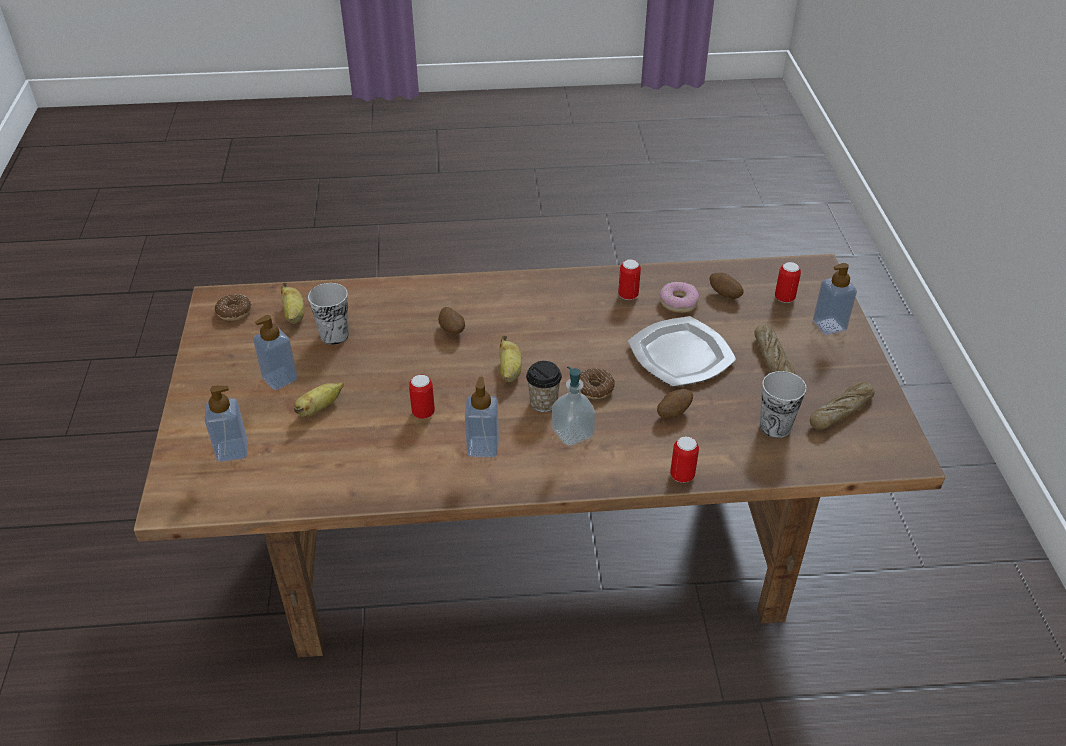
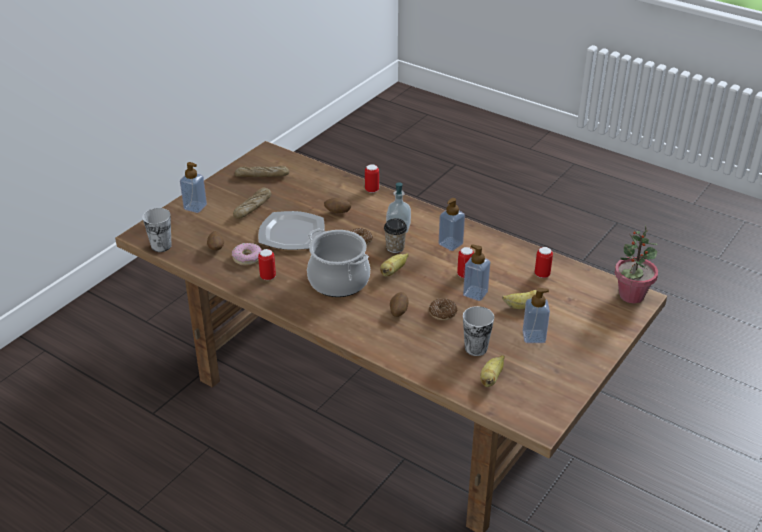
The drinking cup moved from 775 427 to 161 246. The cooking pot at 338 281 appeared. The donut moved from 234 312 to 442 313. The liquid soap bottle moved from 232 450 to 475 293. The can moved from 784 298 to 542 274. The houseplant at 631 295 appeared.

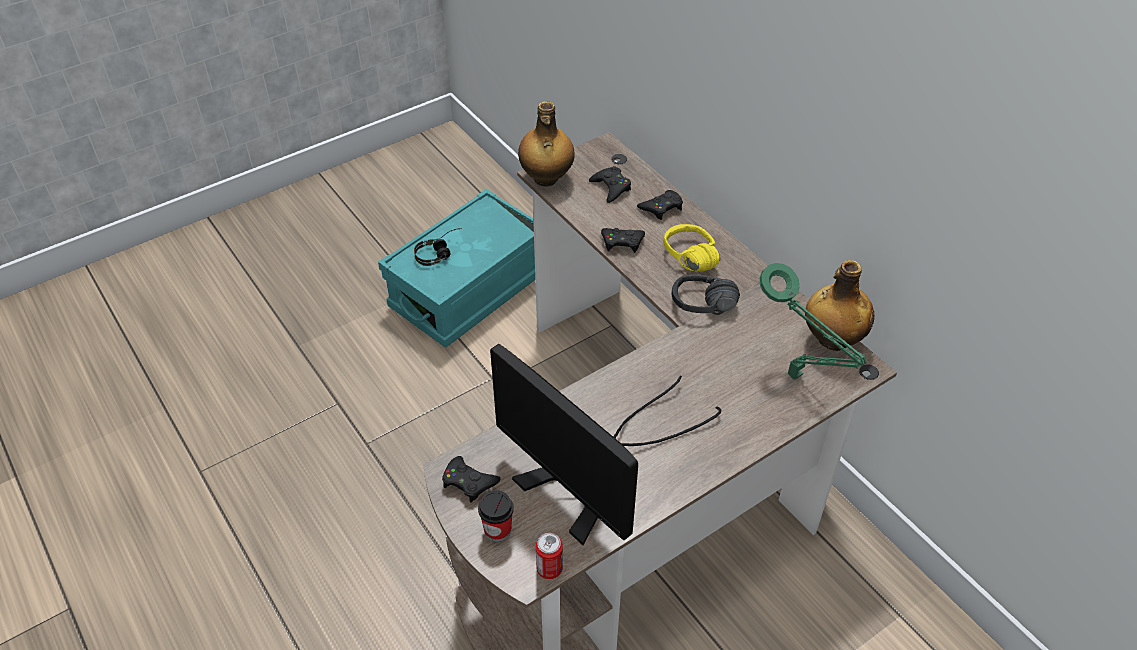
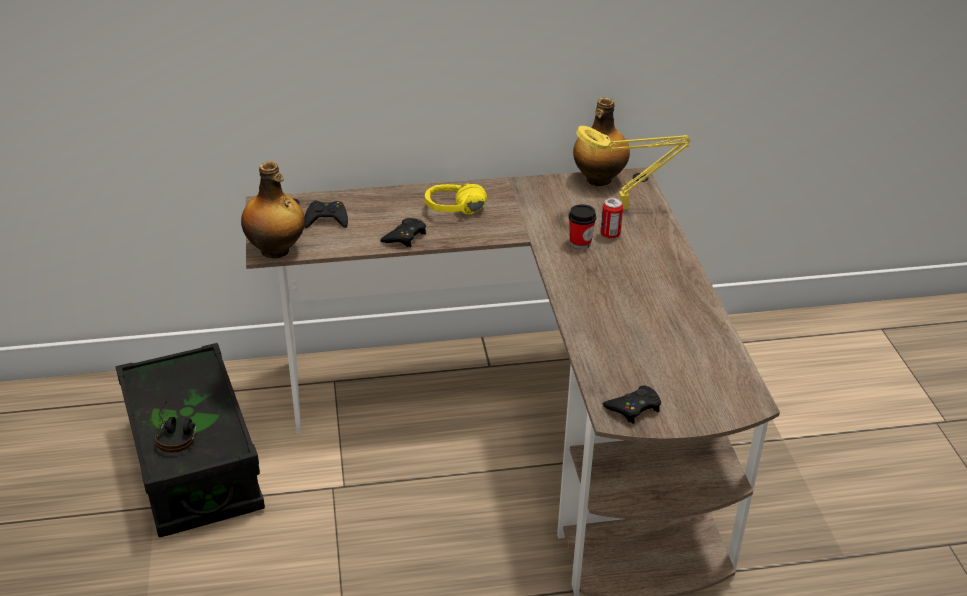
The turquoise storage container at 469 290 became the blackish storage container at 194 465. The drinking cup moved from 497 530 to 580 243. The green tabletop lamp at 798 378 became the yellowish tabletop lamp at 626 207. The can moved from 549 569 to 610 234. The monitor at 594 476 disappeared. The blackish gamepad at 661 207 disappeared. The blackish pair of headphones at 704 311 disappeared.

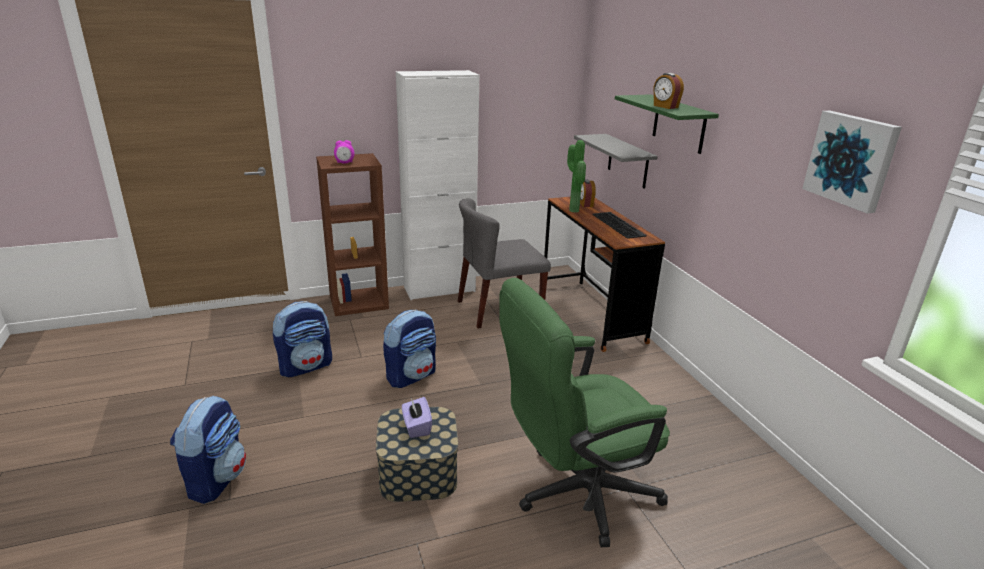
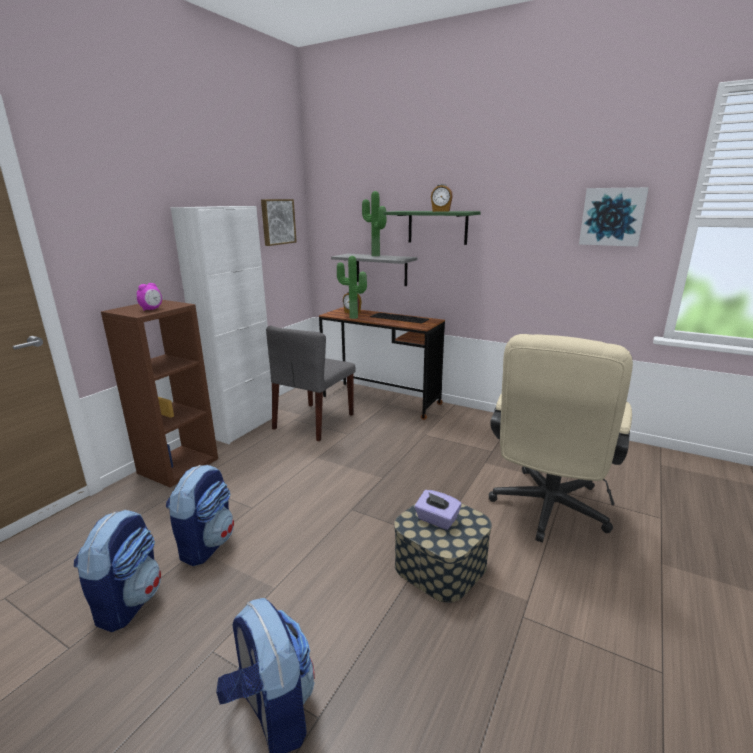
The rucksack moved from 411 375 to 129 601. The picture at 277 222 appeared. The houseplant at 374 256 appeared. The green office chair at 575 494 became the sand-coloured office chair at 546 512.

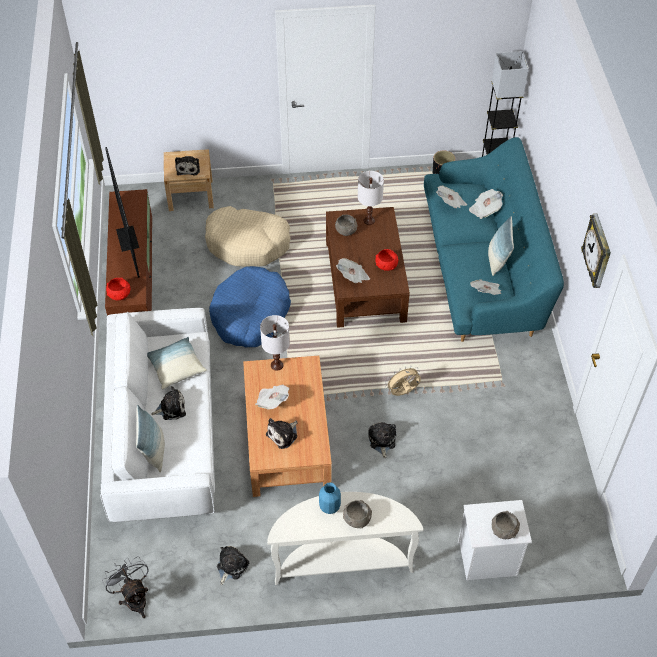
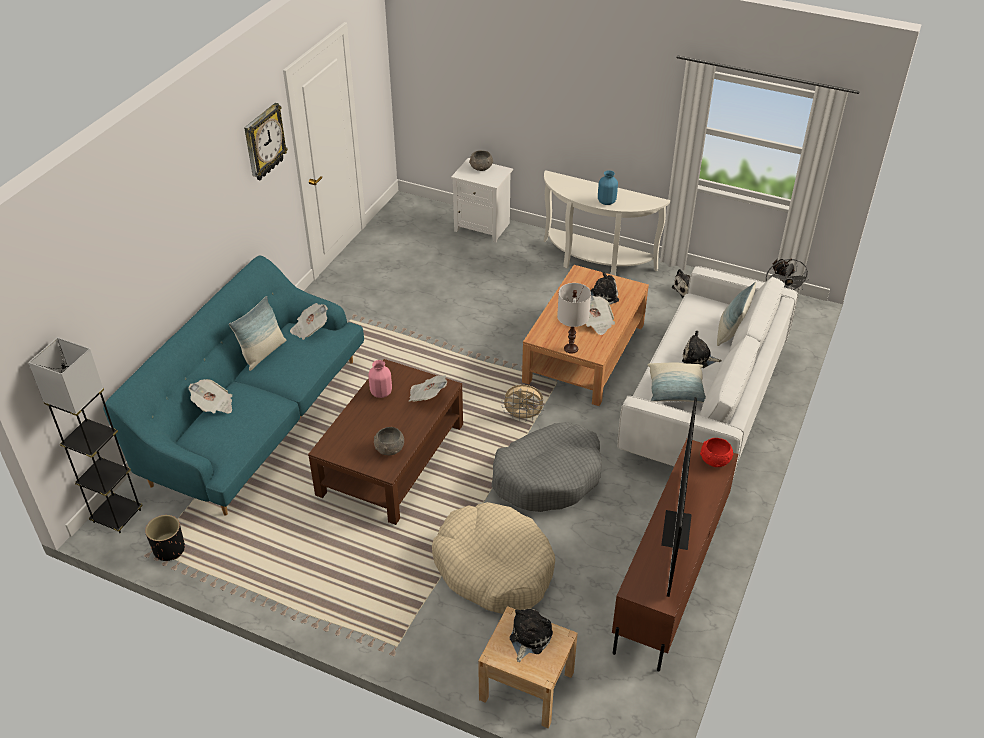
The reddish serving bowl at 386 265 was replaced by the pink-coloured decorative vase at 381 393. The blue dog cushion at 250 315 became the greyish dog cushion at 548 476. The sand-coloured fan moved from 403 392 to 523 416. The greyish serving bowl at 357 518 disappeared. The whitish tabletop lamp at 369 220 disappeared. The soft toy at 382 441 disappeared. The printed paper at 451 203 disappeared.

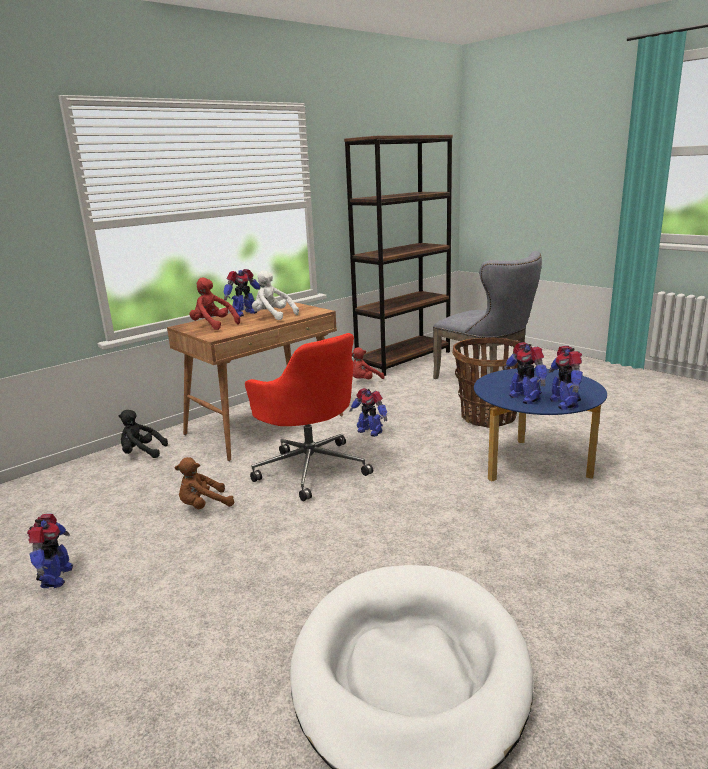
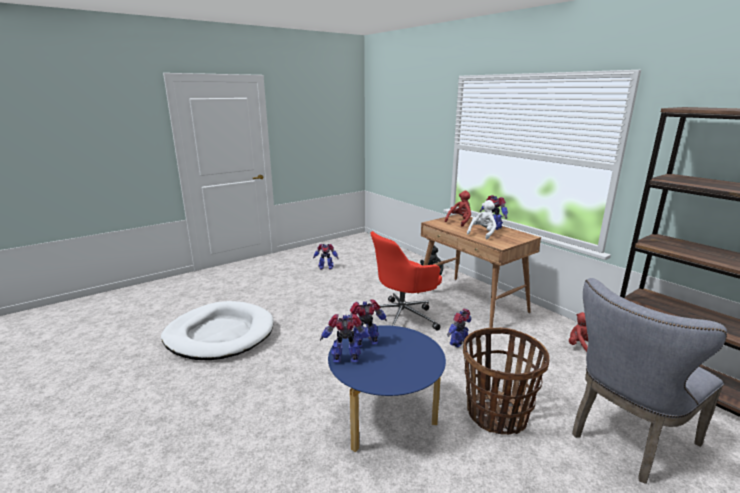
The brownish soft toy at 204 506 disappeared.

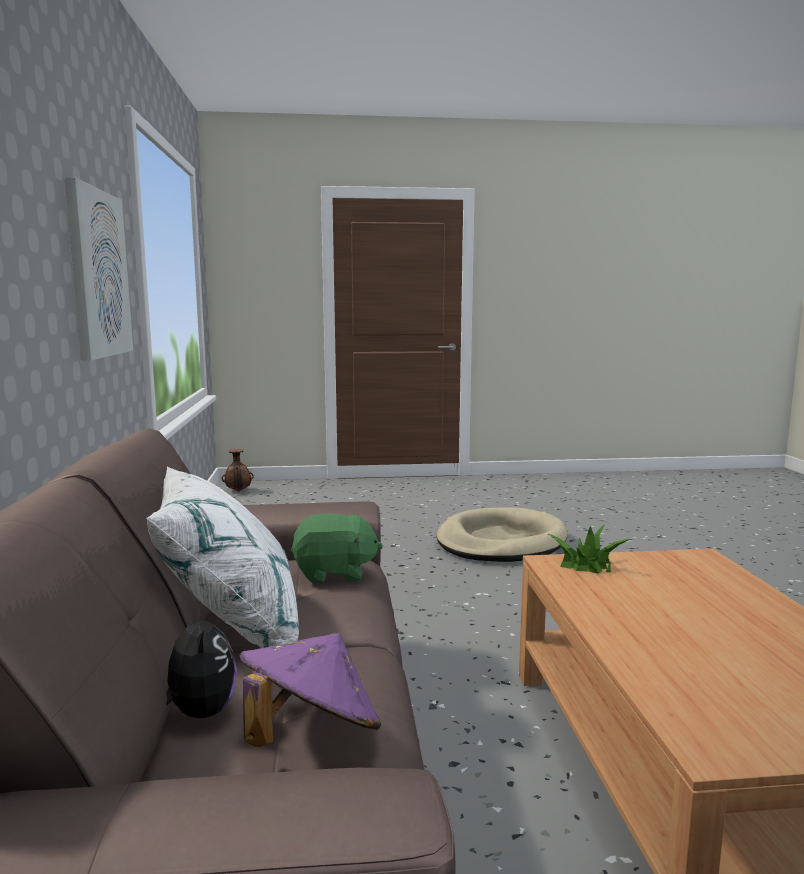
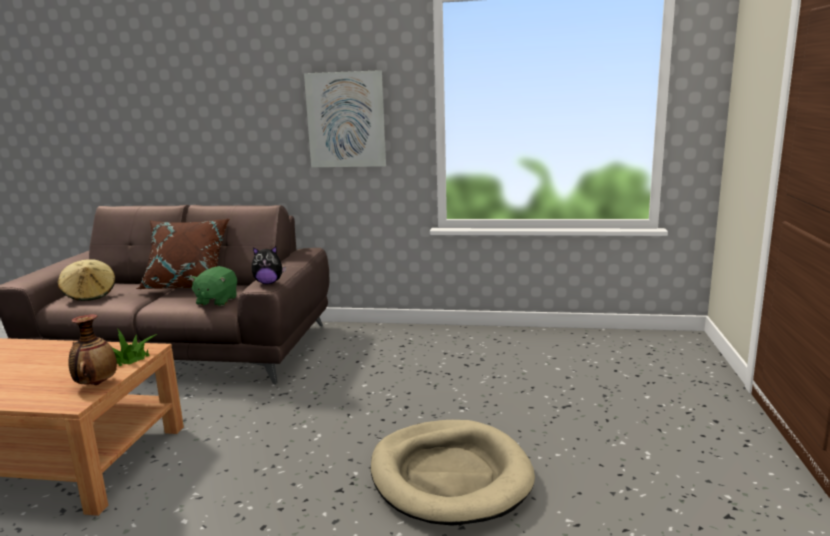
The purple clothing hat at 310 734 became the sand-coloured clothing hat at 90 295. The decorative vase moved from 238 491 to 96 384. The whitish throw pillow at 230 623 became the brownish throw pillow at 188 285. The soft toy moved from 199 713 to 268 283.

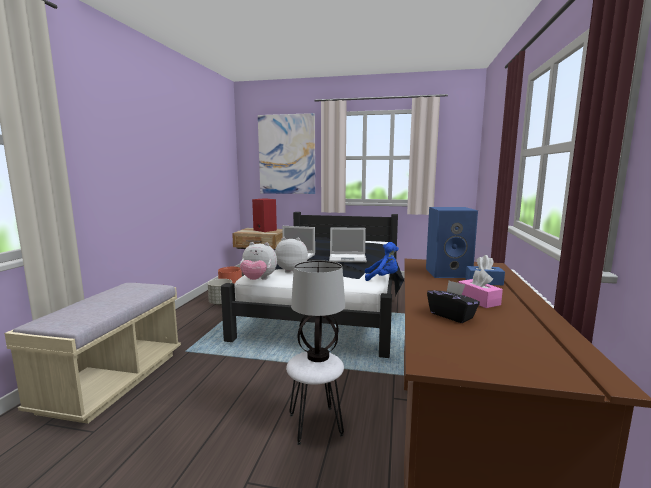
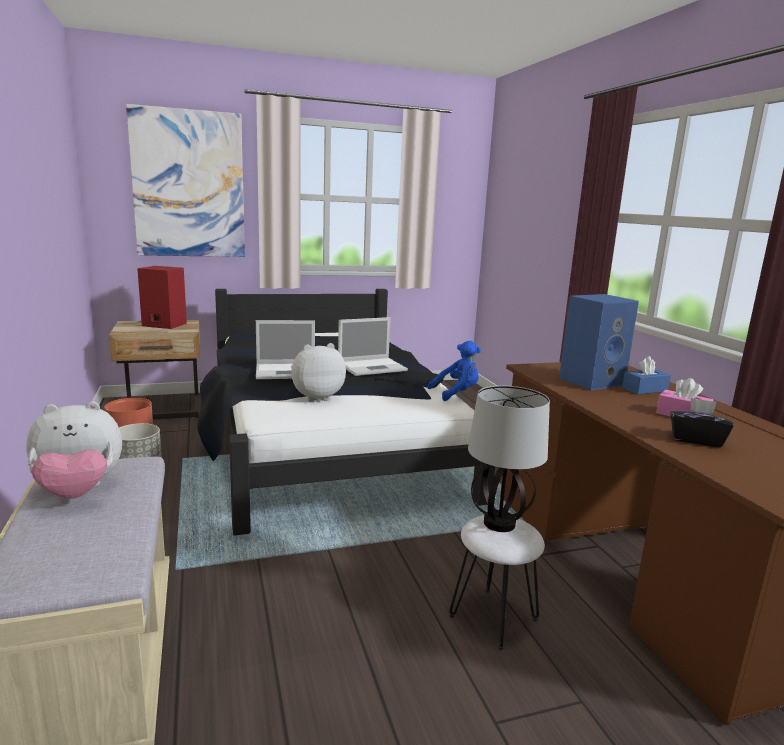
The soft toy moved from 258 280 to 78 492.

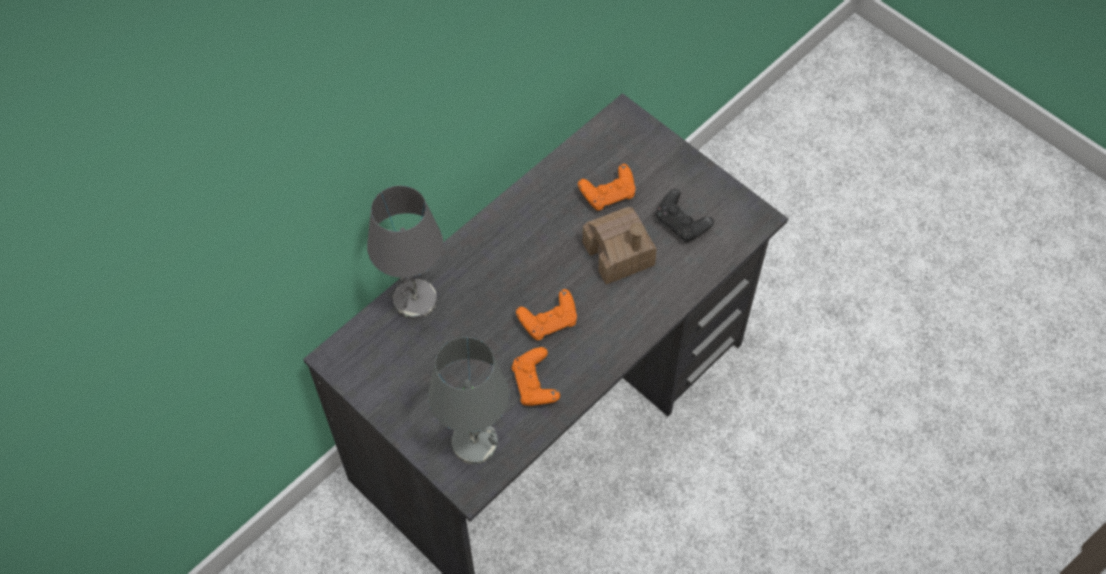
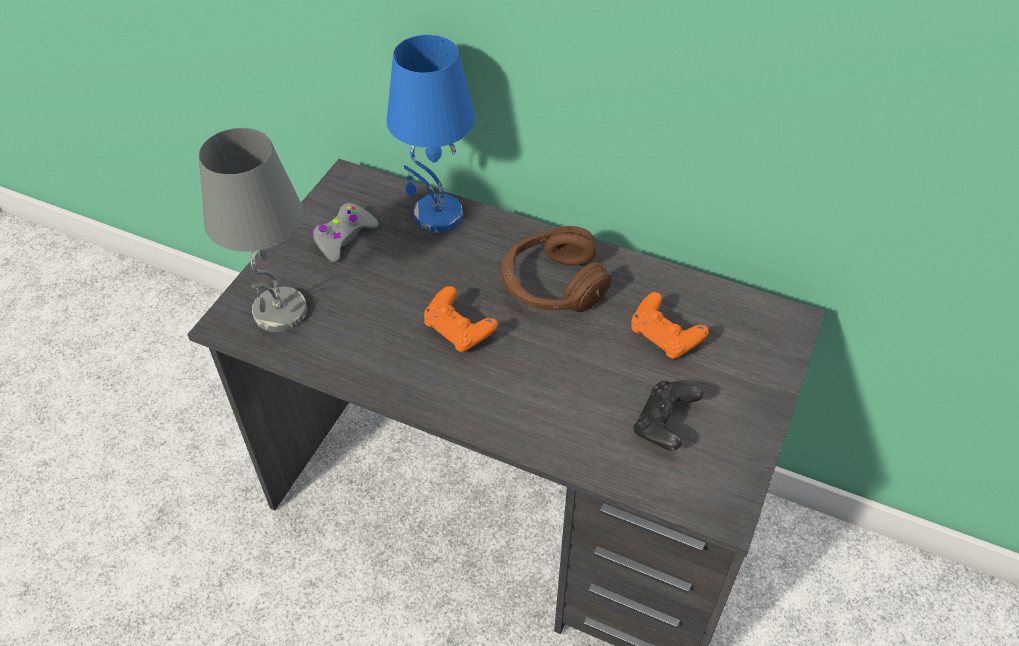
The greyish gamepad at 344 238 appeared. The greyish tabletop lamp at 415 302 became the blue tabletop lamp at 436 216. The brownish pair of headphones at 552 285 appeared. The orange gamepad at 535 385 disappeared. The miniature house at 618 254 disappeared.

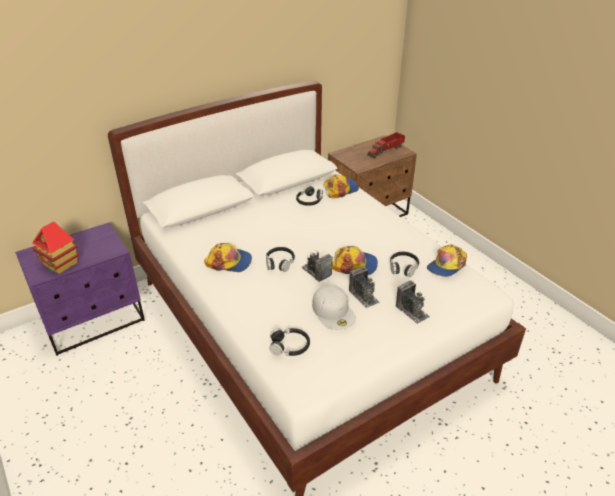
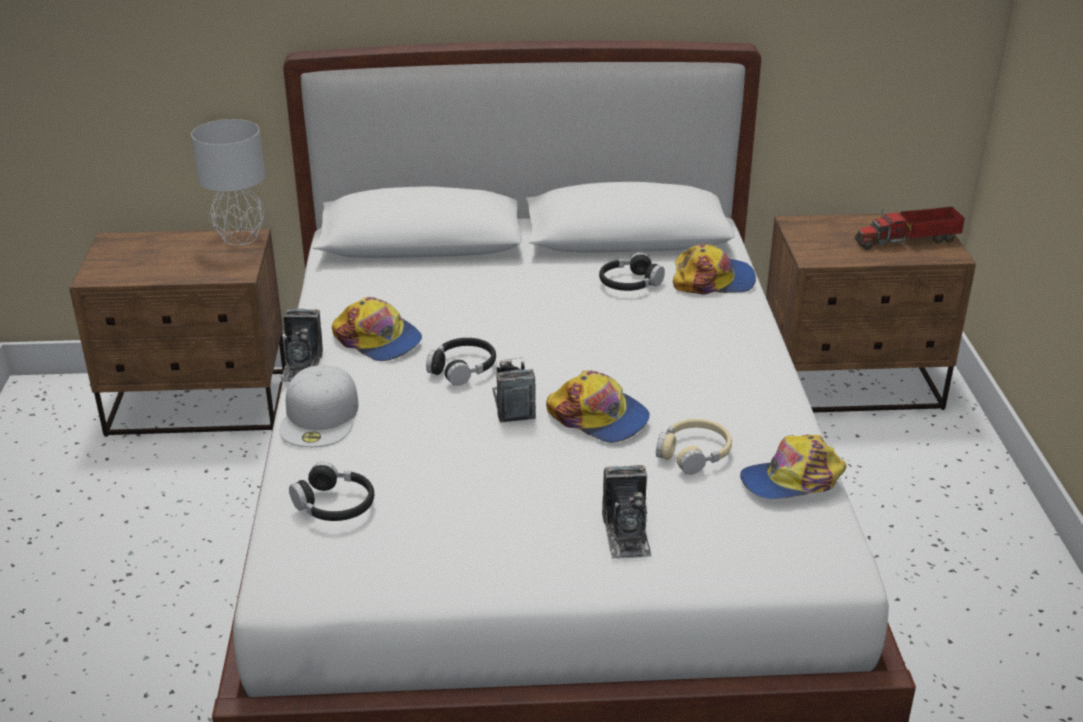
The purple night table at 94 321 became the brownish night table at 199 405. The greyish tabletop lamp at 240 237 appeared. The still camera moved from 363 296 to 302 366. The whitish cap moved from 333 311 to 321 417. The blackish pair of headphones at 403 267 became the sand-coloured pair of headphones at 694 453. The miniature house at 61 264 disappeared.

